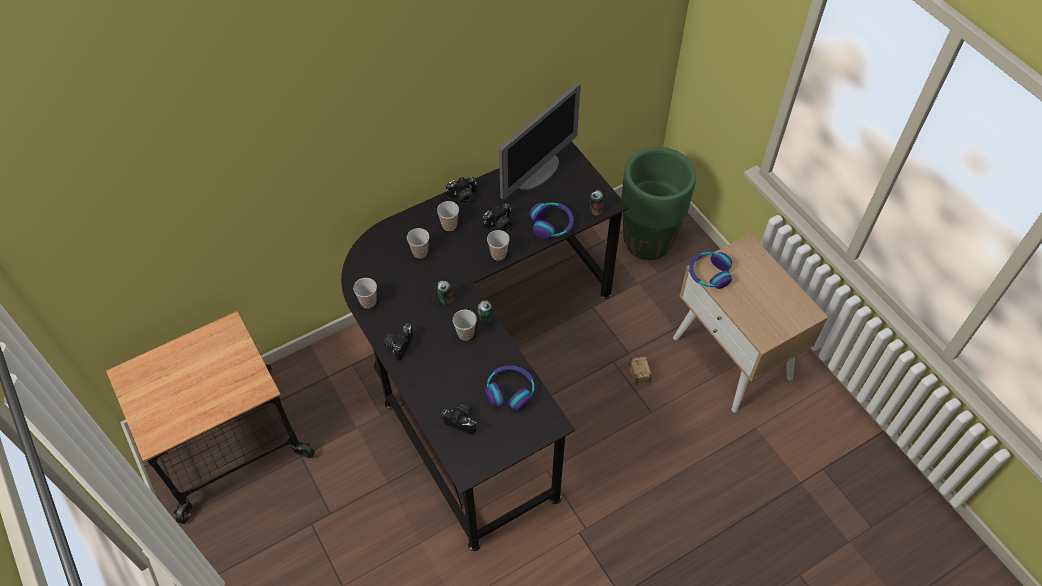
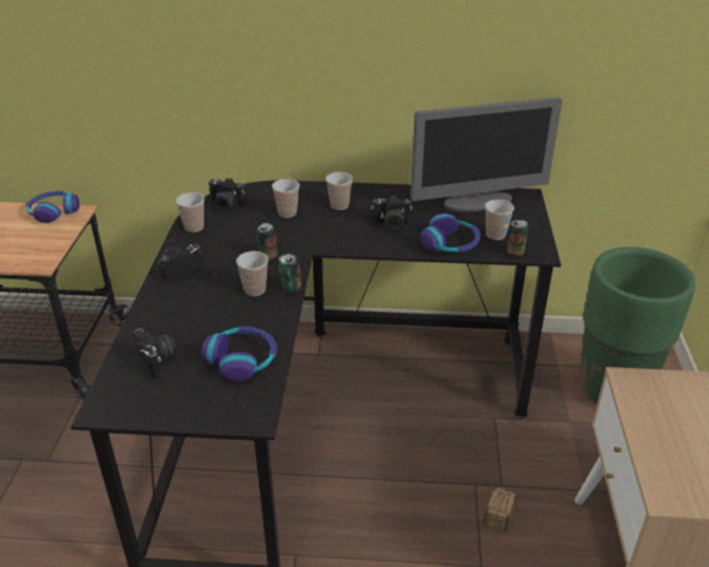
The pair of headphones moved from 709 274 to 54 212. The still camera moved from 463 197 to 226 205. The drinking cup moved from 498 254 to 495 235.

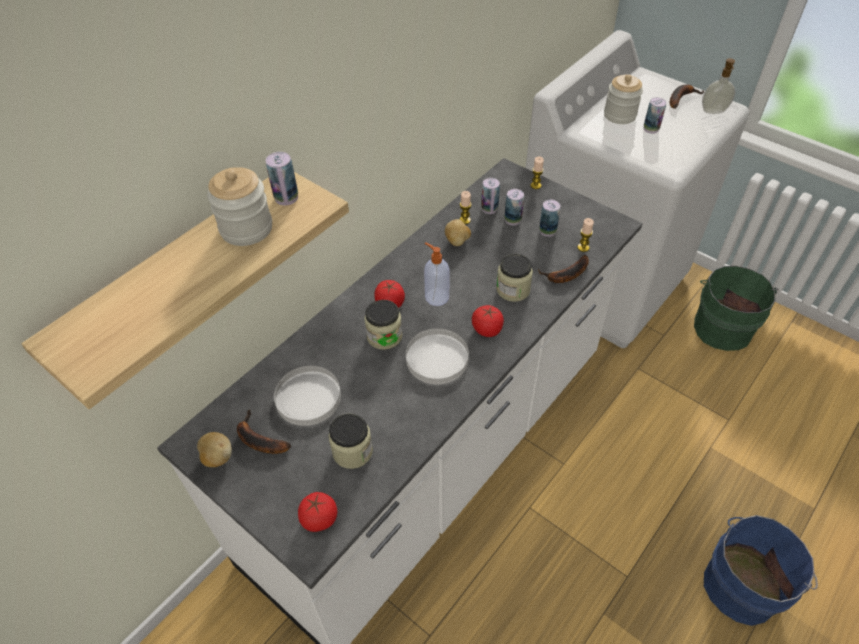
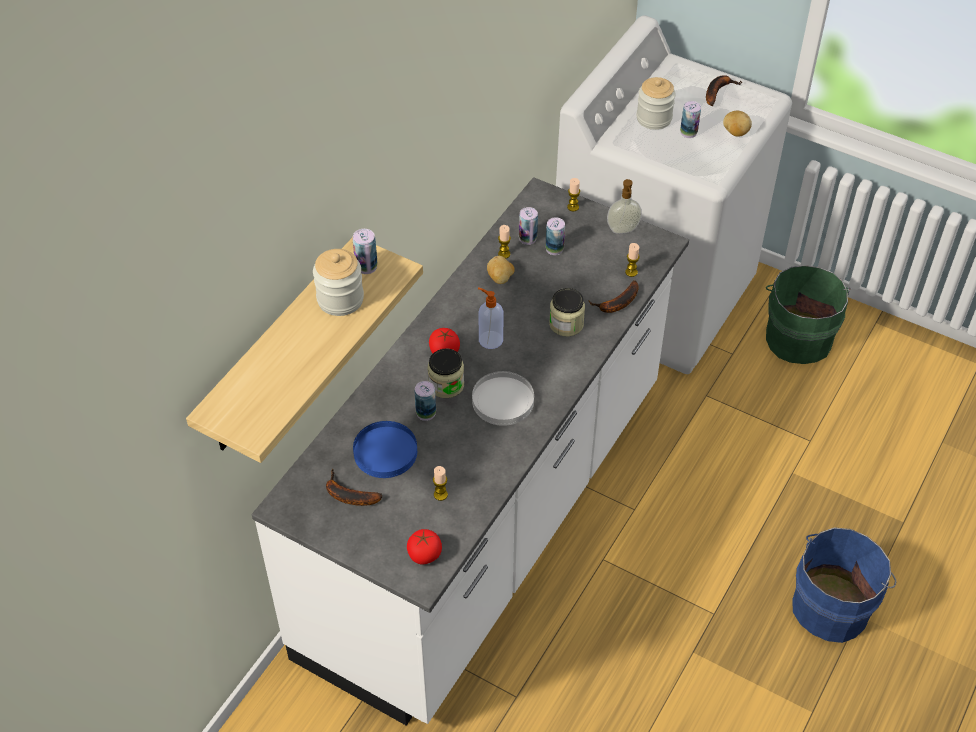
The whitish flat dish at 308 398 became the blue flat dish at 386 452. The can moved from 547 231 to 426 413. The storage jar at 352 451 was replaced by the candle at 440 494. The liquid soap bottle moved from 713 112 to 623 230. The potato moved from 217 457 to 735 132. The tomato at 487 329 disappeared.

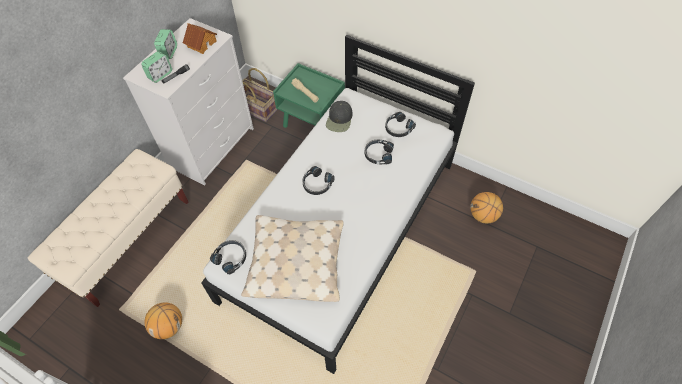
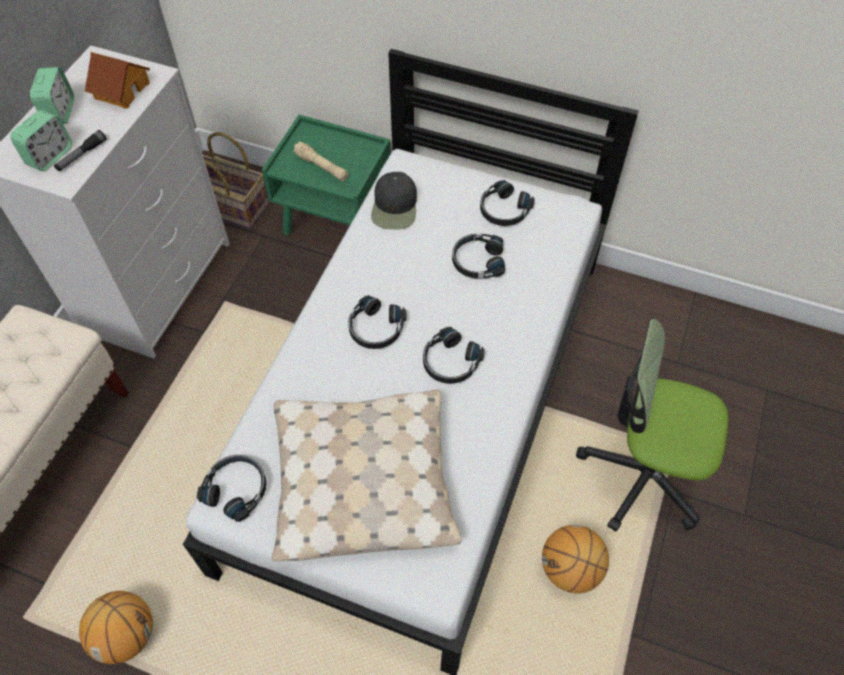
The blackish pair of headphones at 450 362 appeared. The basketball ball moved from 483 215 to 570 569. The office chair at 642 474 appeared.

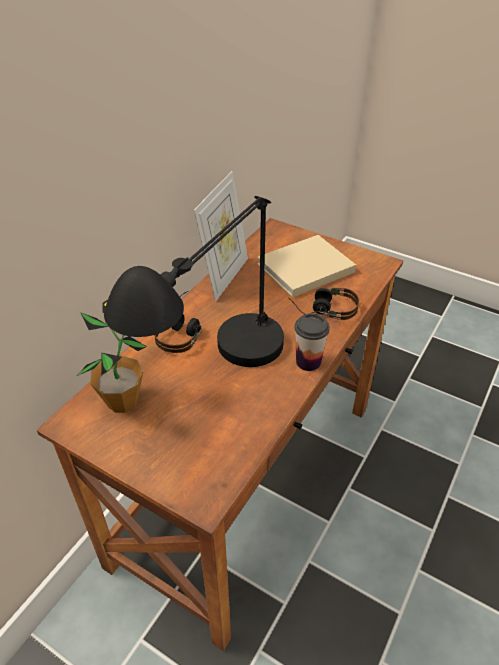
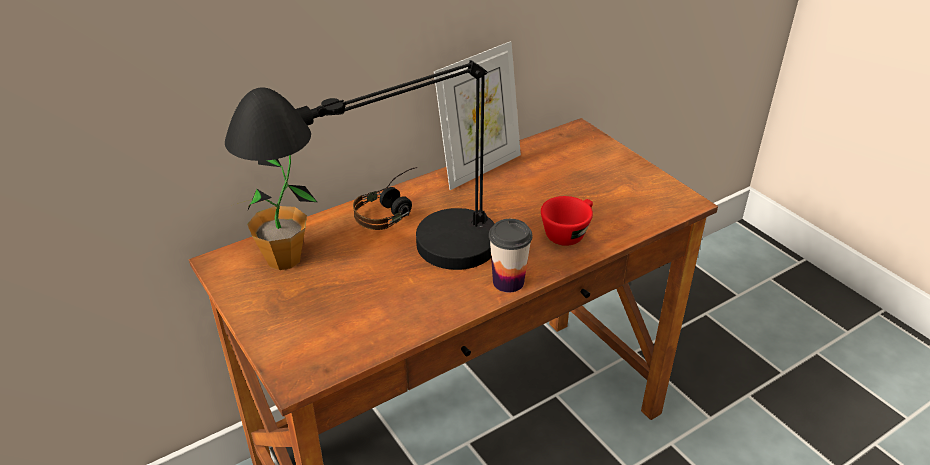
The pair of headphones at 322 310 was replaced by the reddish drinking cup at 568 233. The sand-coloured book at 303 269 disappeared.

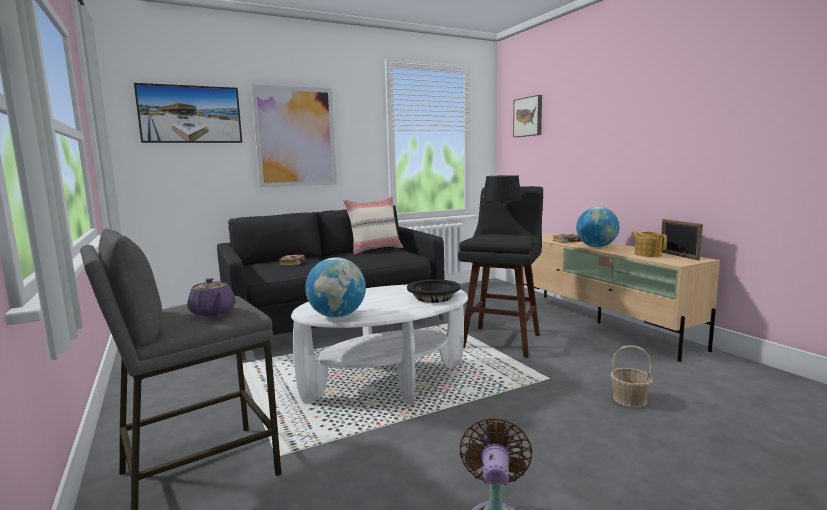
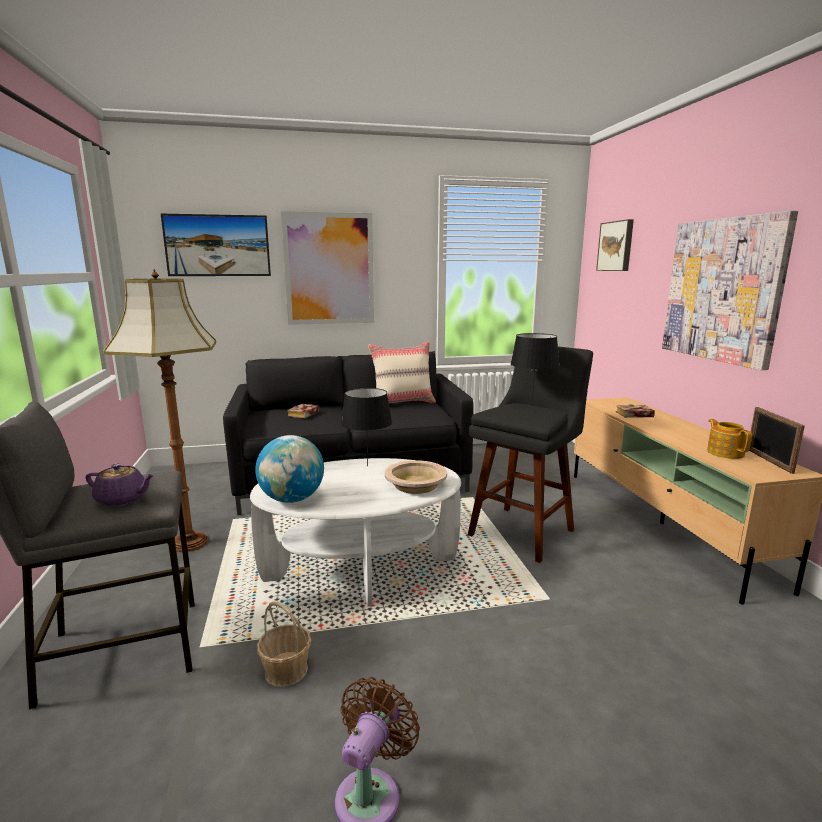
The purple pot for tea at 213 312 turned 60 degrees counterclockwise. The standing lamp at 188 542 appeared. The storage basket moved from 630 399 to 286 670. The blackish tabletop lamp at 368 466 appeared. The blackish serving bowl at 433 297 became the sand-coloured serving bowl at 415 485. The picture at 723 290 appeared. The desk globe at 596 247 disappeared.

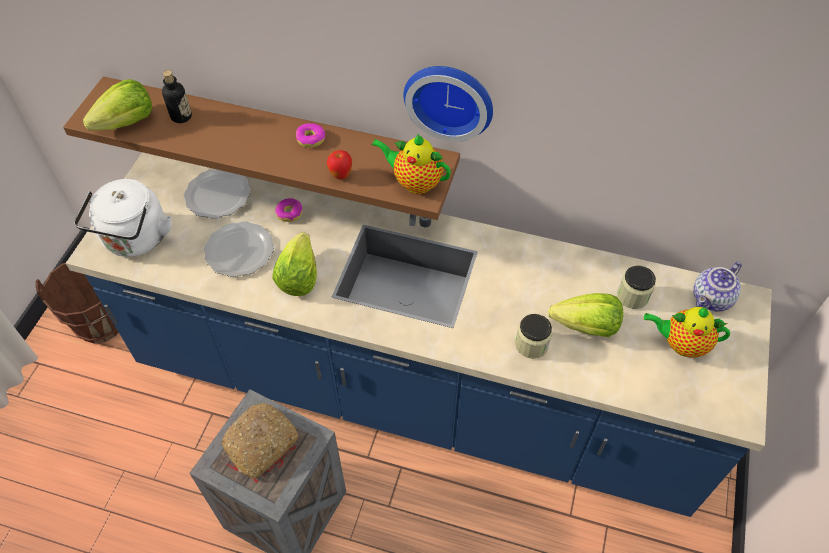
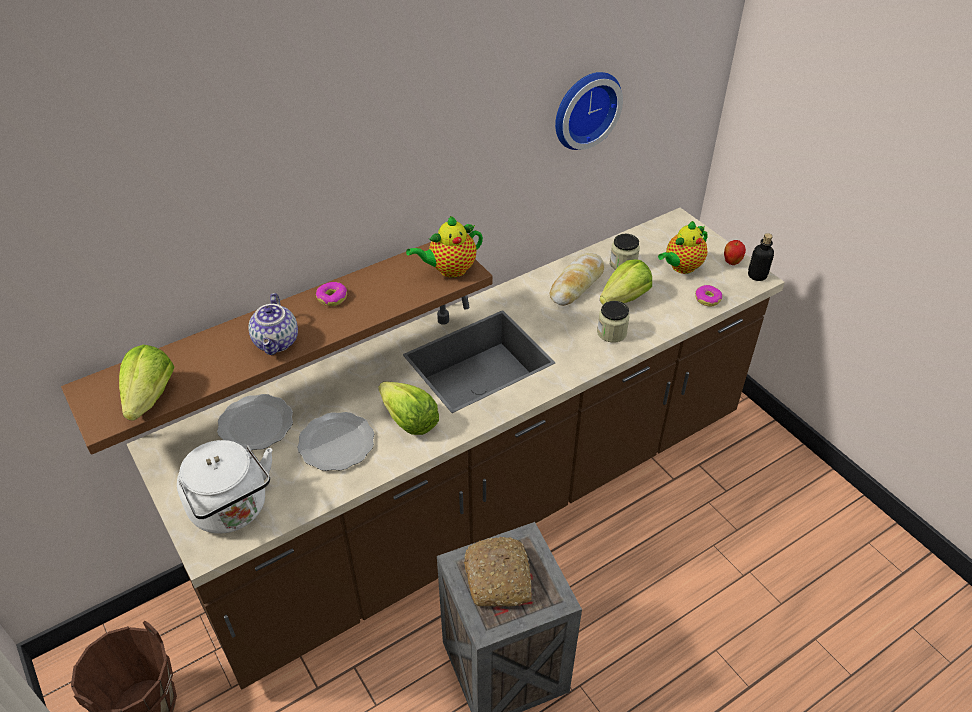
The blue kitchen counter at 414 392 became the brownish kitchen counter at 485 502. The pot for tea moved from 712 299 to 277 342. The baked bread at 576 284 appeared. The clock on the wall moved from 450 98 to 584 108. The donut moved from 289 213 to 707 299. The apple moved from 341 175 to 731 263. The beverage bottle moved from 181 116 to 757 275.

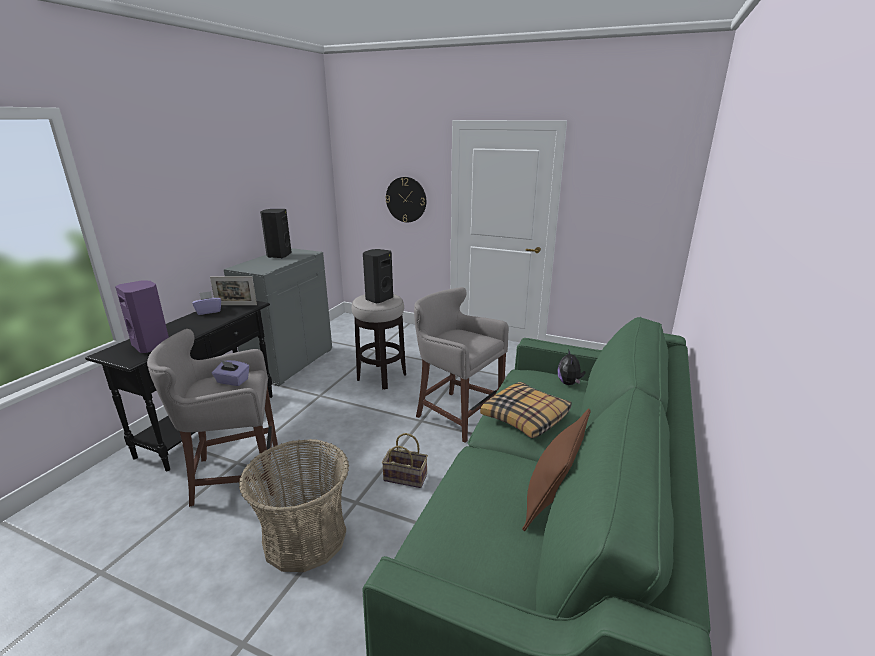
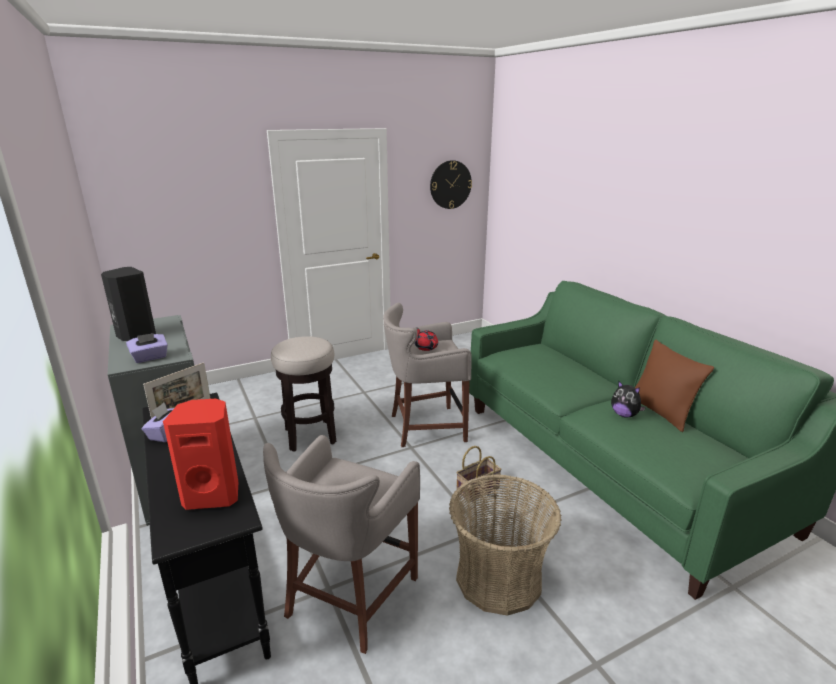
The purple box of tissues moved from 232 381 to 150 357. The purple loudspeaker at 152 345 became the reddish loudspeaker at 213 495. The reddish pot for tea at 426 347 appeared. The clock on the wall moved from 406 199 to 450 184. The soft toy moved from 569 383 to 624 415. The blackish loudspeaker at 378 299 disappeared. The throw pillow at 525 417 disappeared.

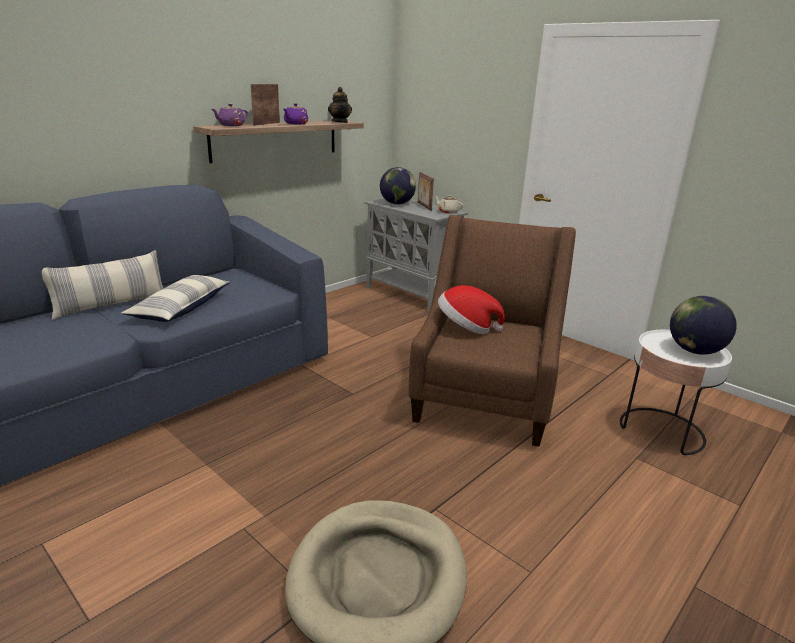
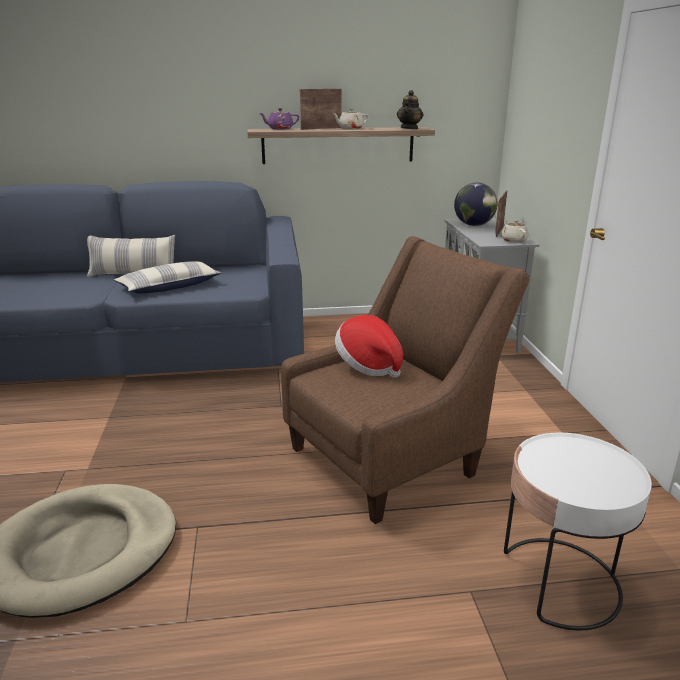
The purple pot for tea at 295 124 became the sand-coloured pot for tea at 350 129. The desk globe at 694 351 disappeared.

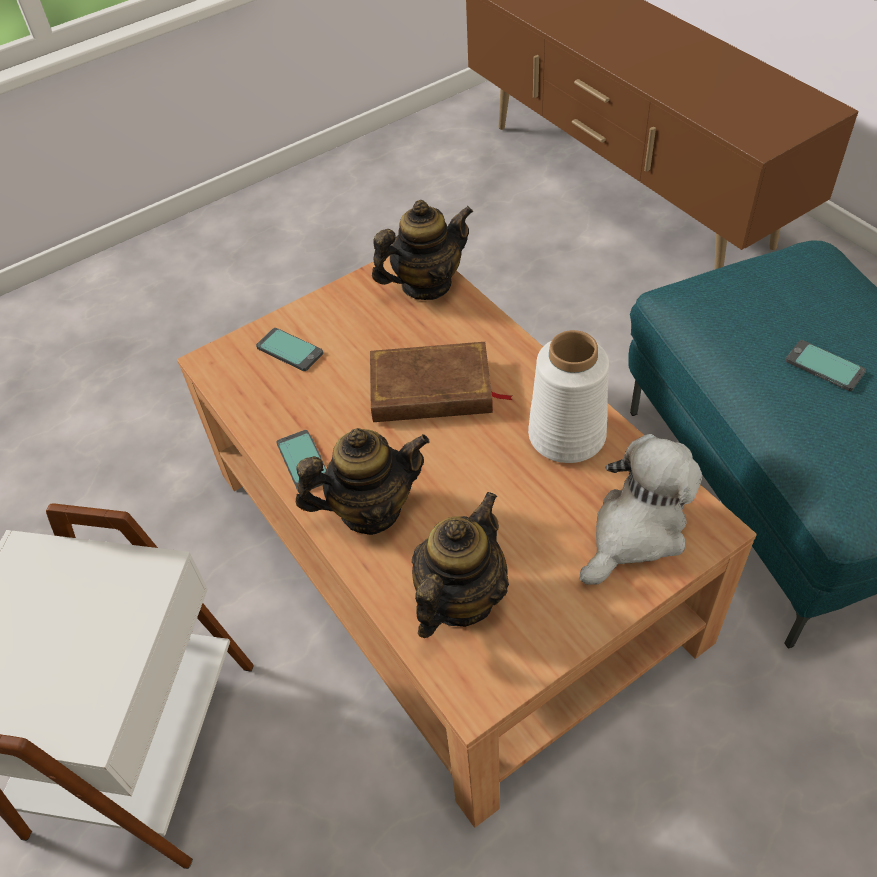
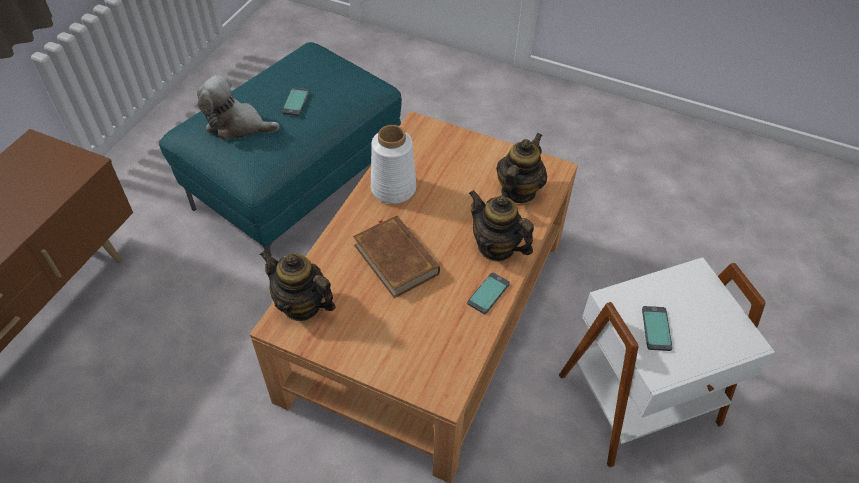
The soft toy moved from 636 531 to 237 125. The pot for tea at 459 598 turned 120 degrees clockwise. The telephone moved from 290 350 to 656 329.

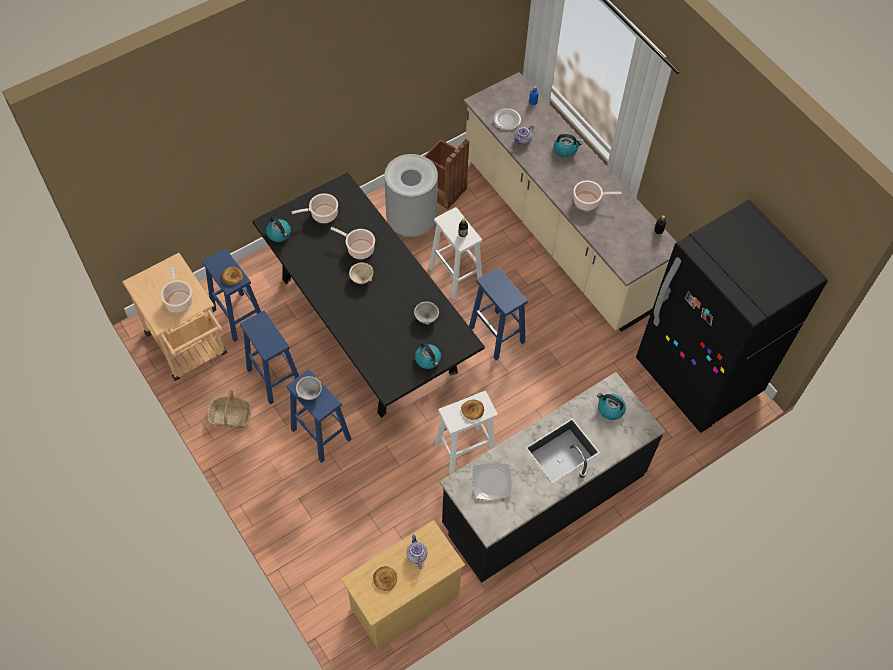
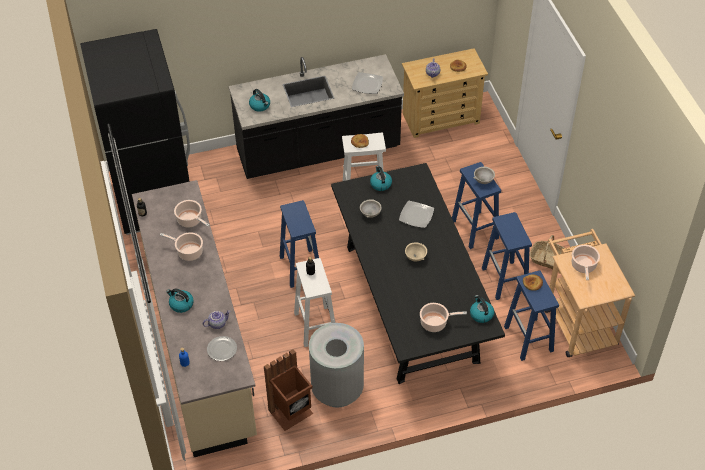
The cooking pot moved from 359 248 to 190 220. The flat dish at 416 215 appeared.

